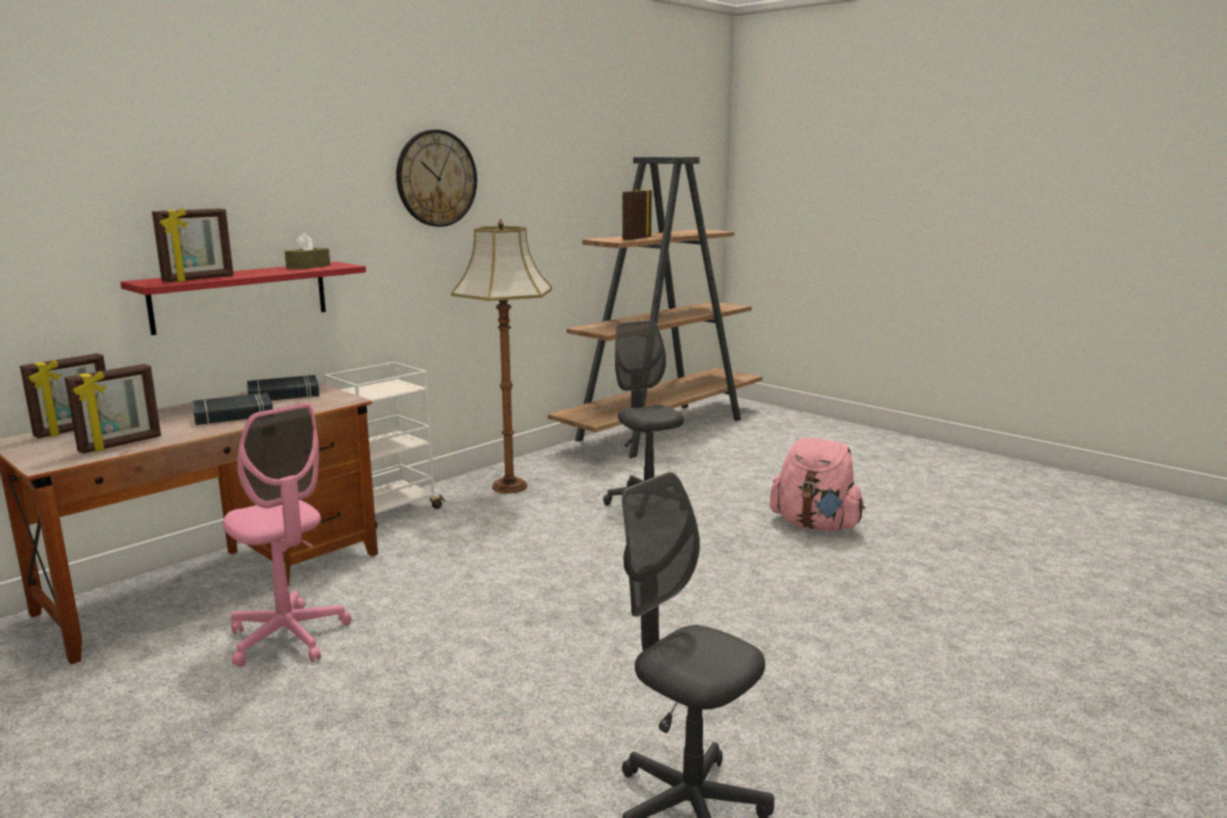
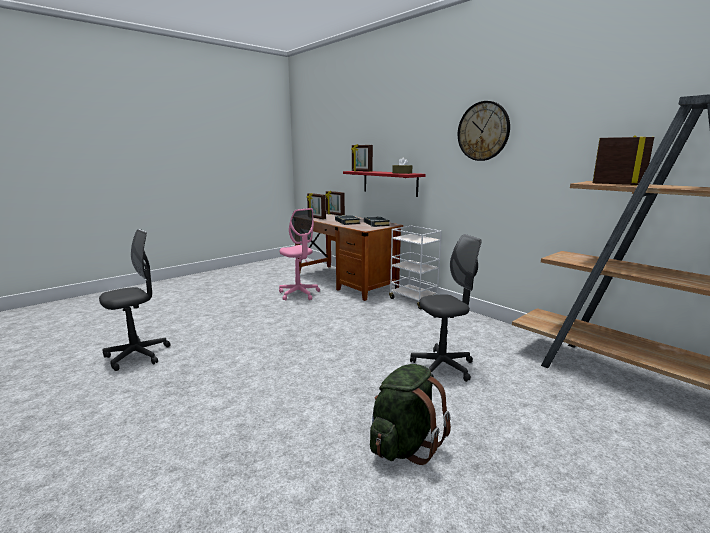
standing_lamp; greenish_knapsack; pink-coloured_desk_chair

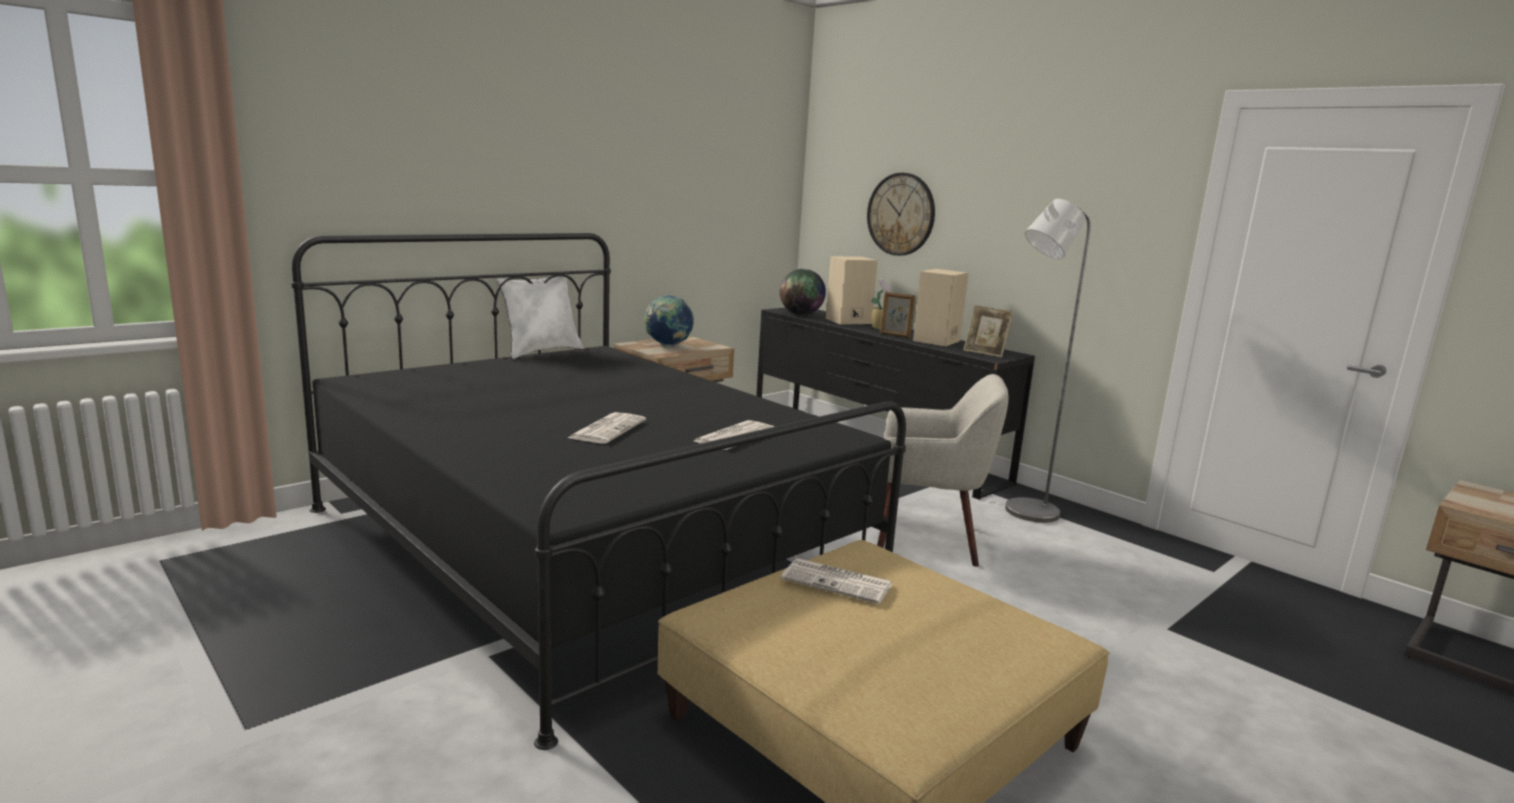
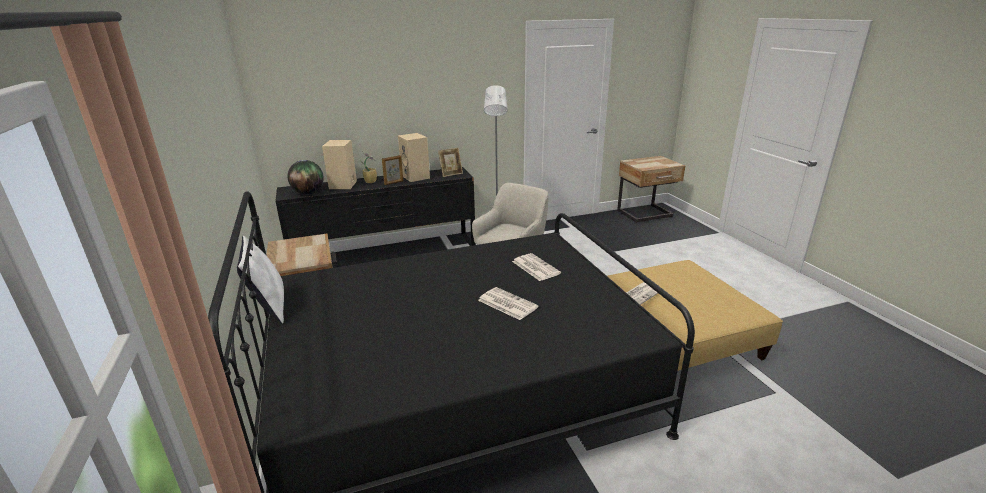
world_globe (no. 1 from left in the first image); wall_clock

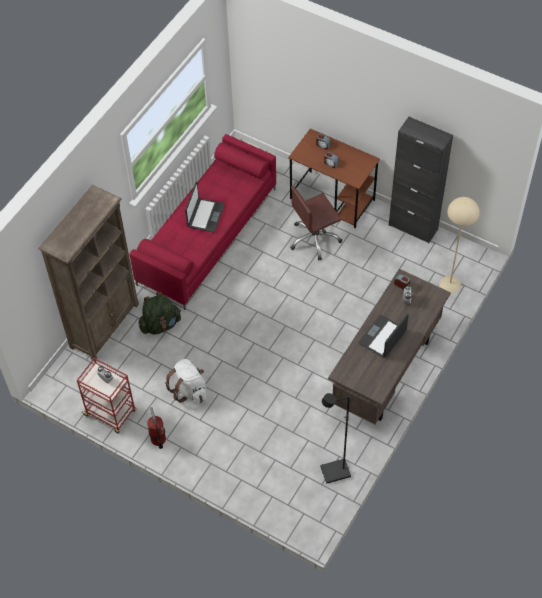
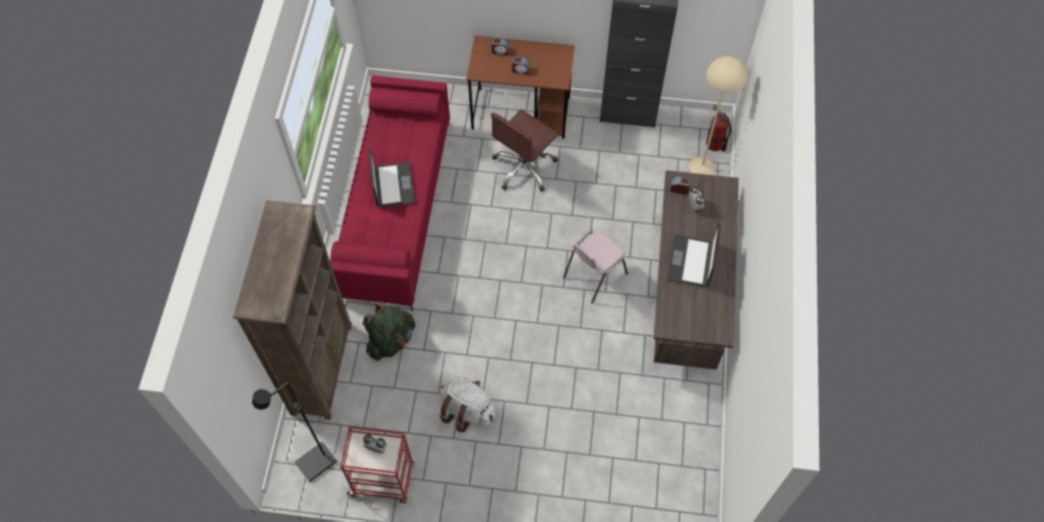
pink-coloured_plain_chair; fire-fighting_cylinder; black_standing_lamp

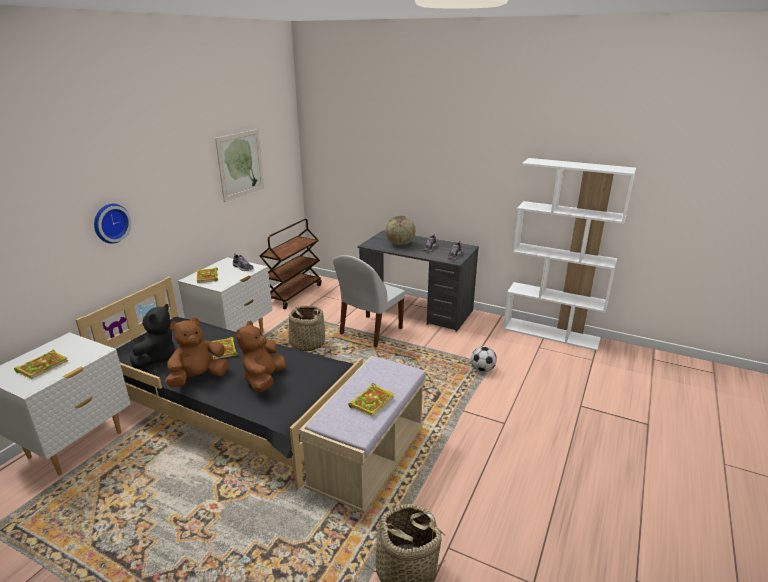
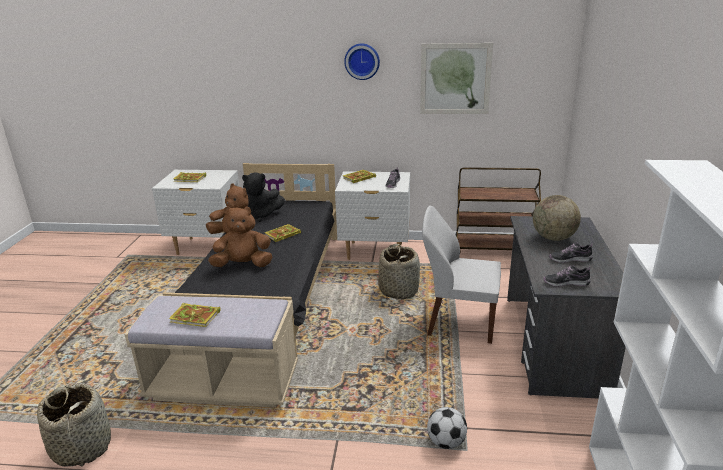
wall_clock

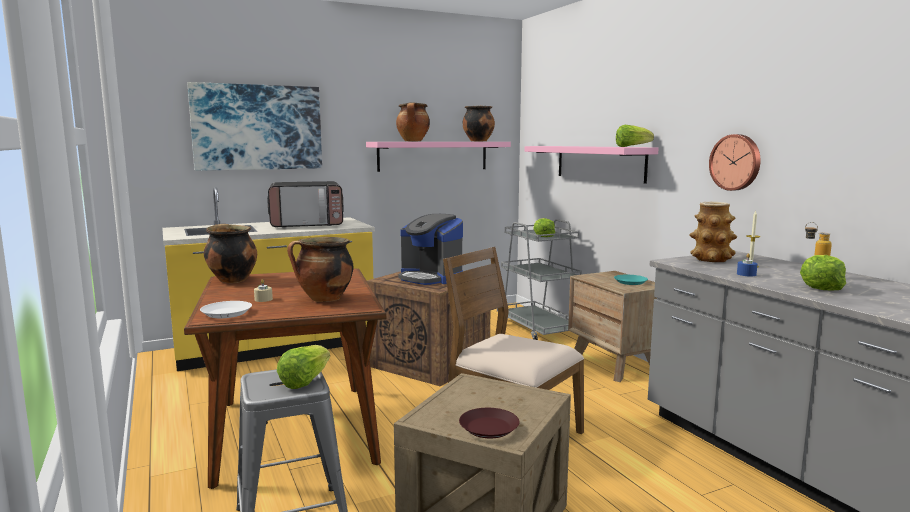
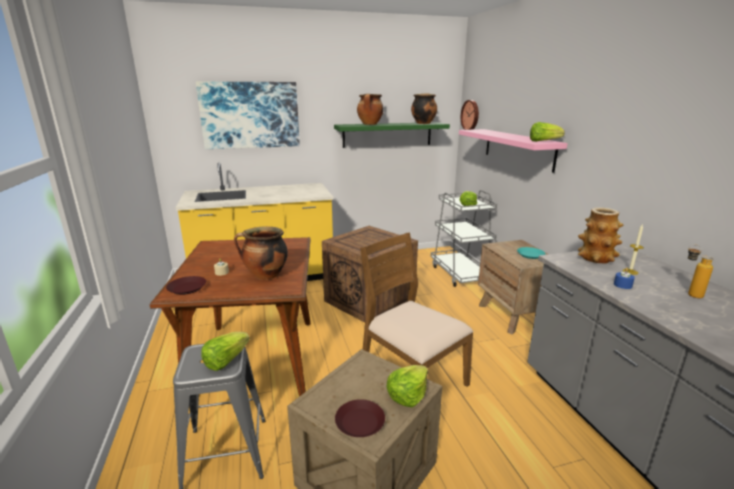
stockpot (no. 1 from left in the first image); microwave; coffee_machine; wall_clock; lettuce_head (no. 2 from left); brownish_plate (no. 1 from left); greenish_bracket_shelf

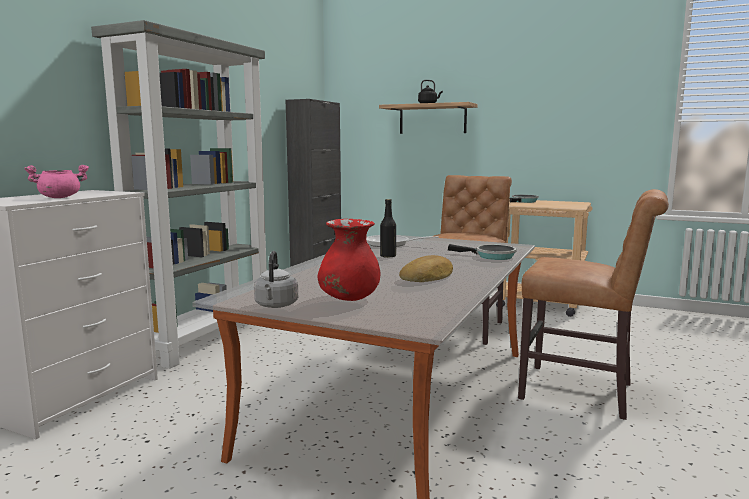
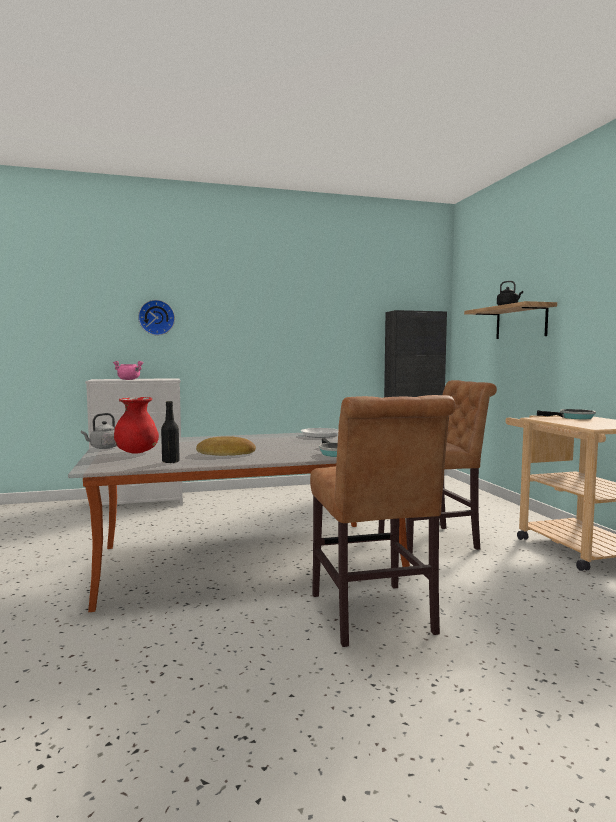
gray_shelving_unit; wall_clock; black_bottle

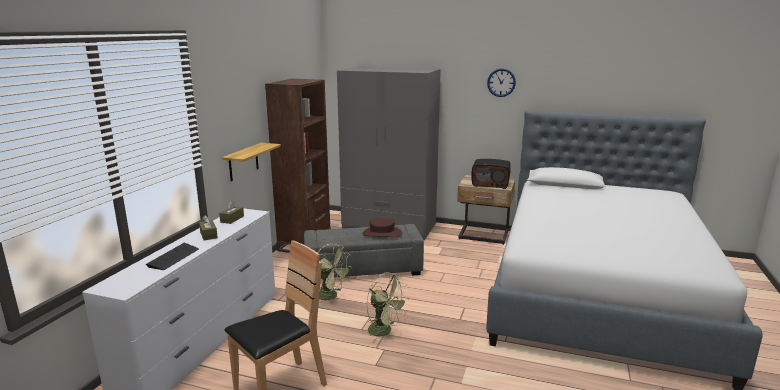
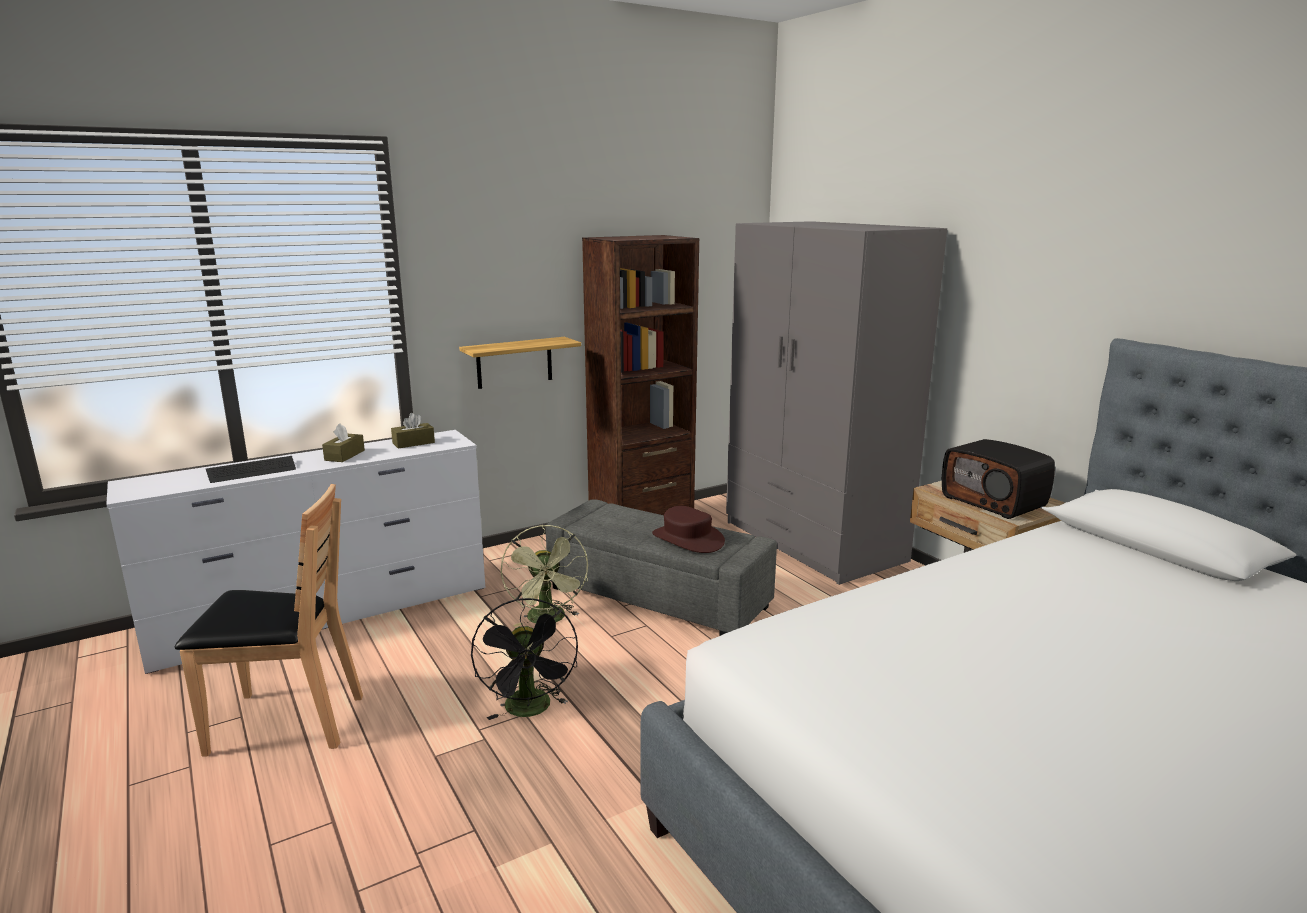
wall_clock; black_fan

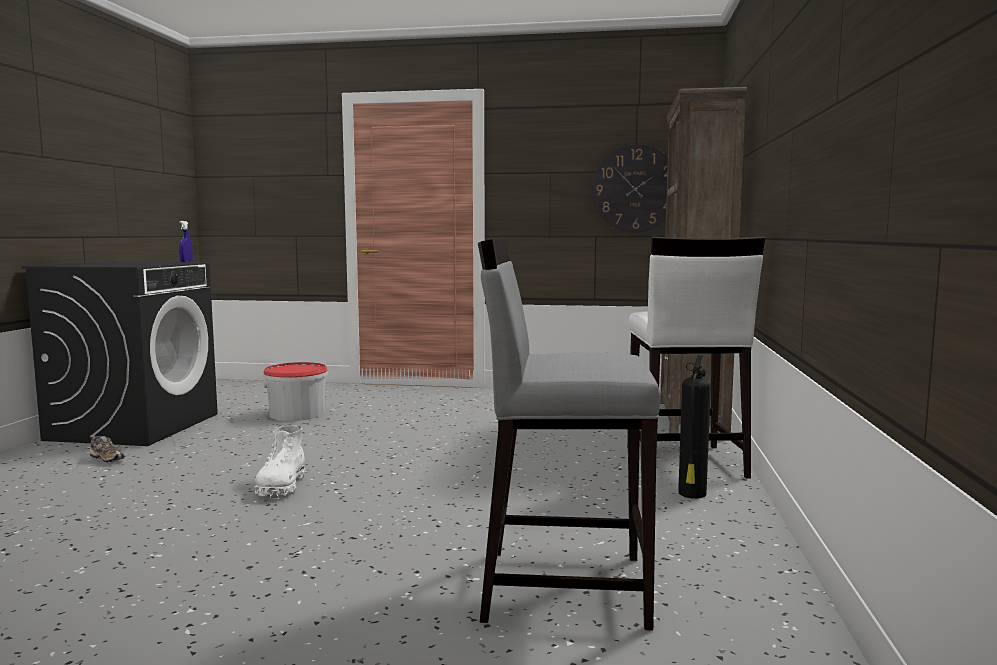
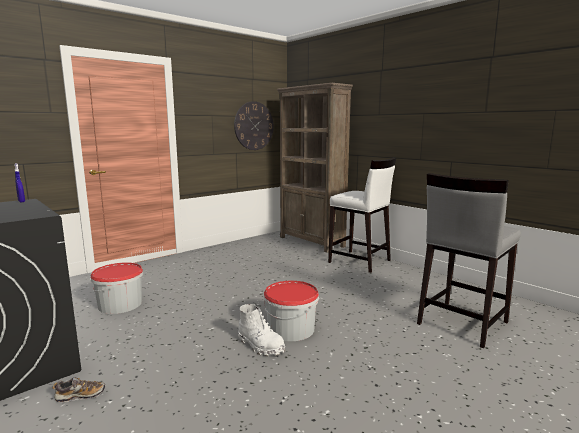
fire-fighting_cylinder; pail (no. 2 from left)

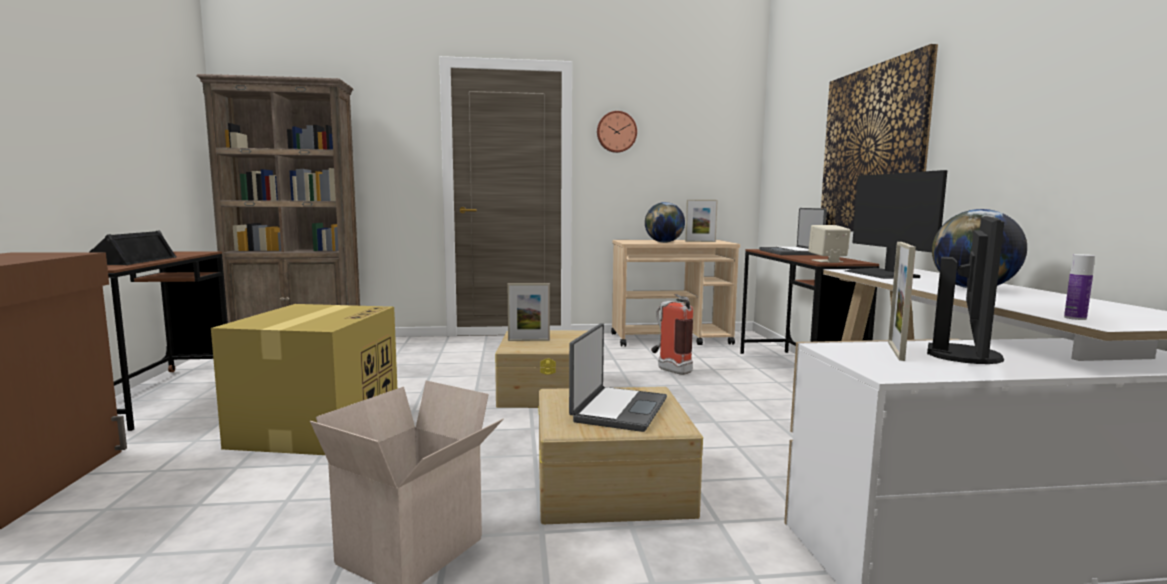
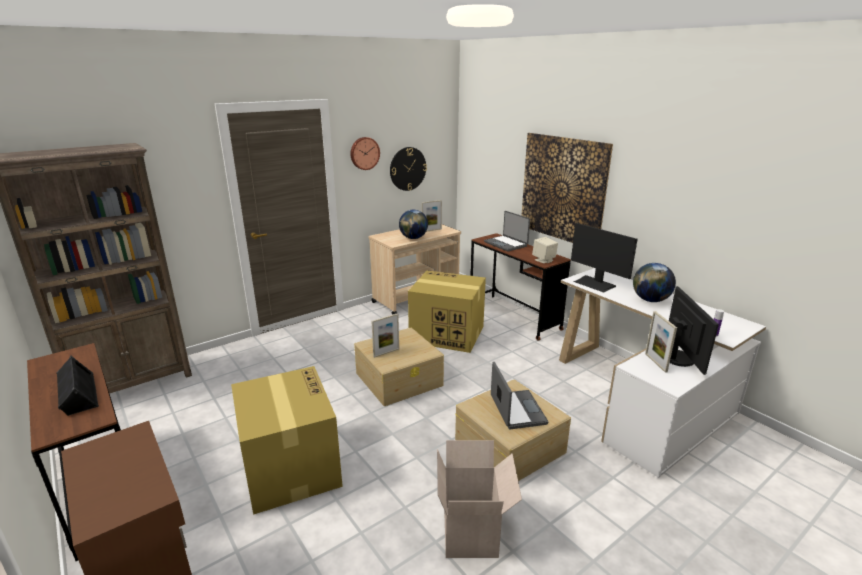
wall_clock (no. 2 from left); packing_box (no. 2 from left)

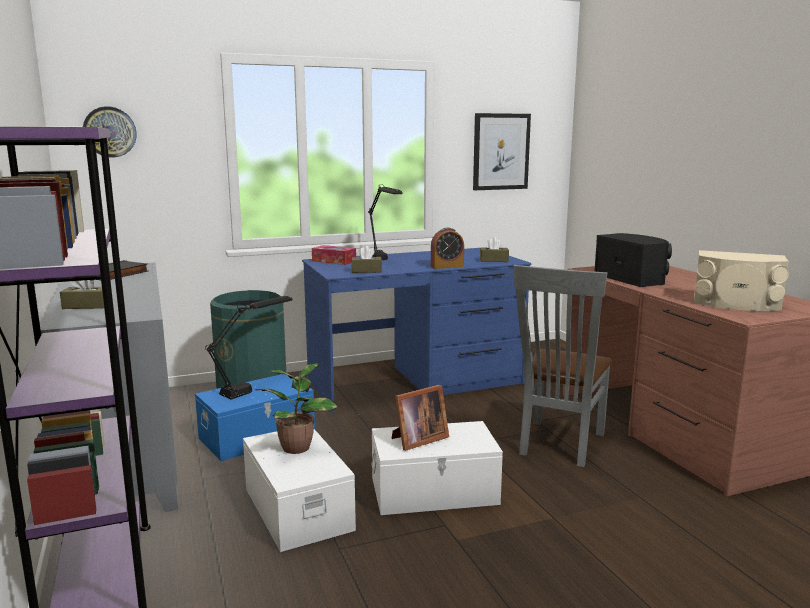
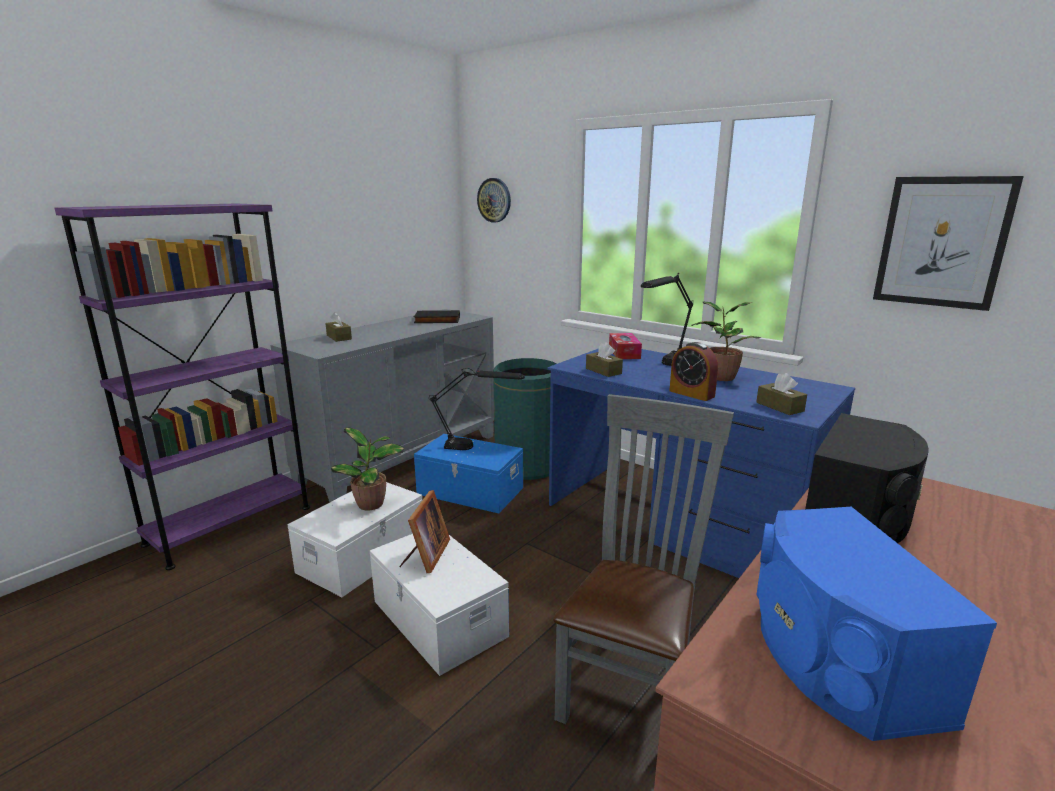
houseplant (no. 2 from left); blue-coloured_audio_speaker; photo_frame; gray_plain_chair

